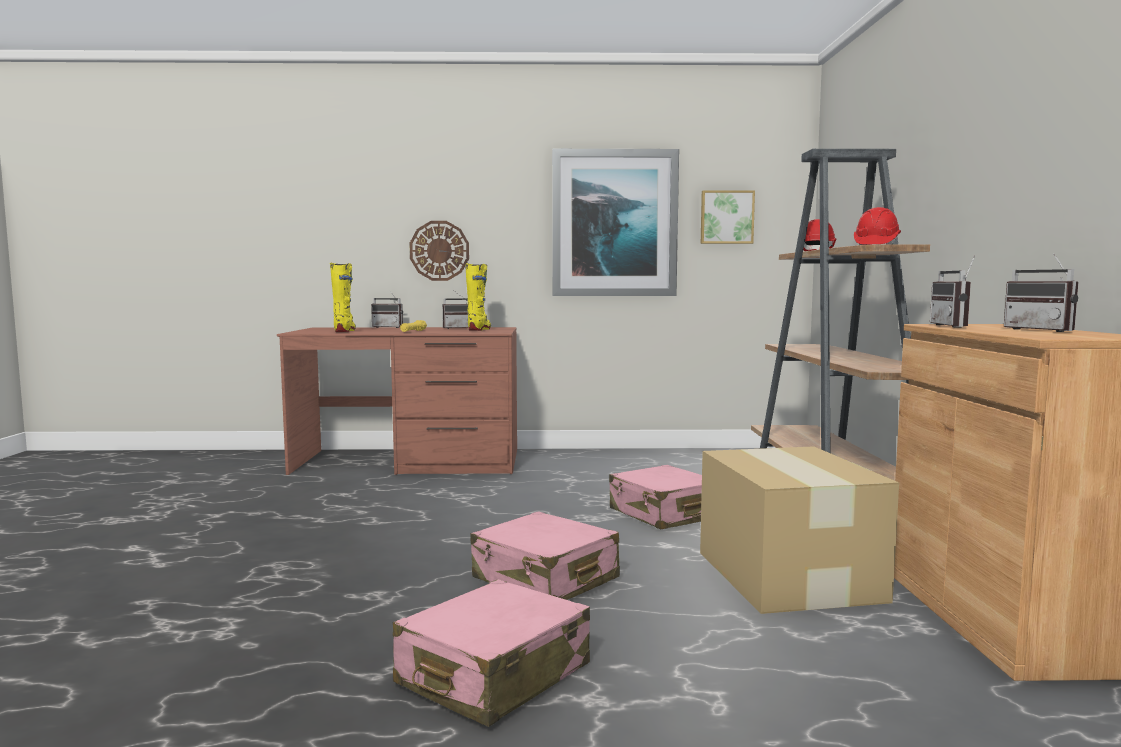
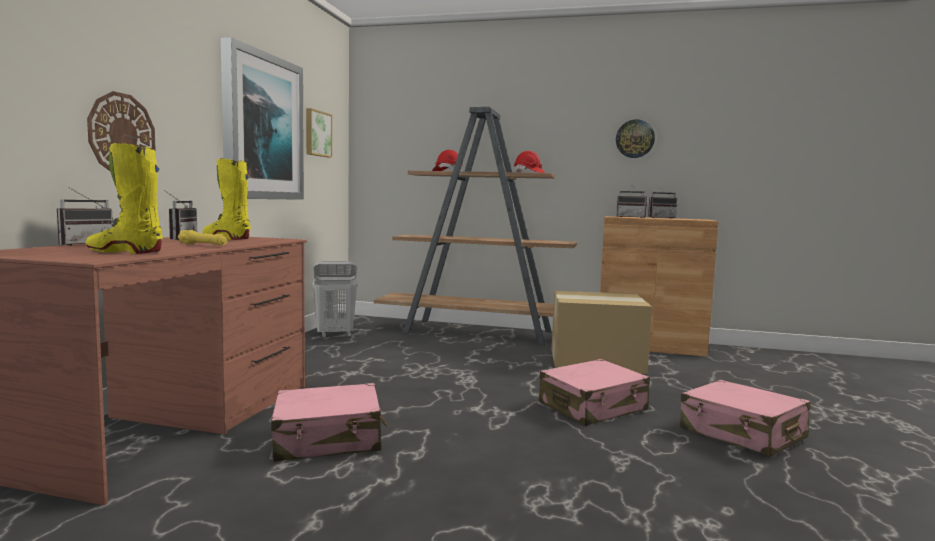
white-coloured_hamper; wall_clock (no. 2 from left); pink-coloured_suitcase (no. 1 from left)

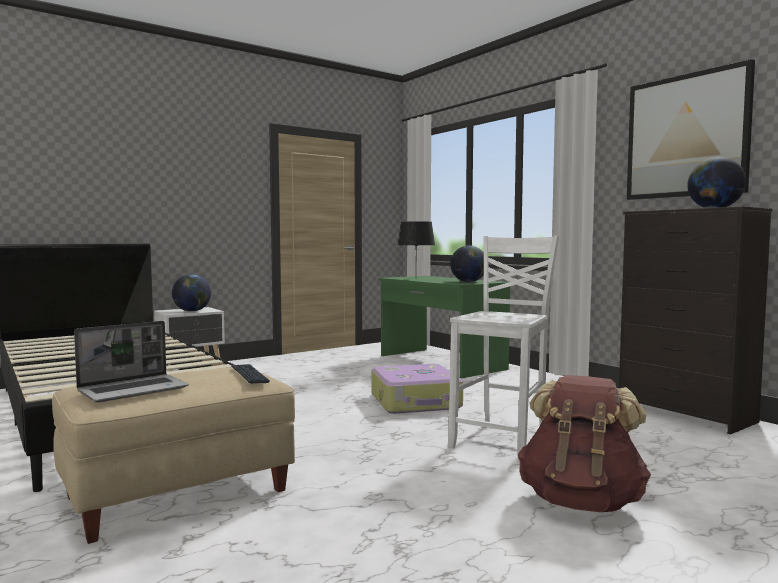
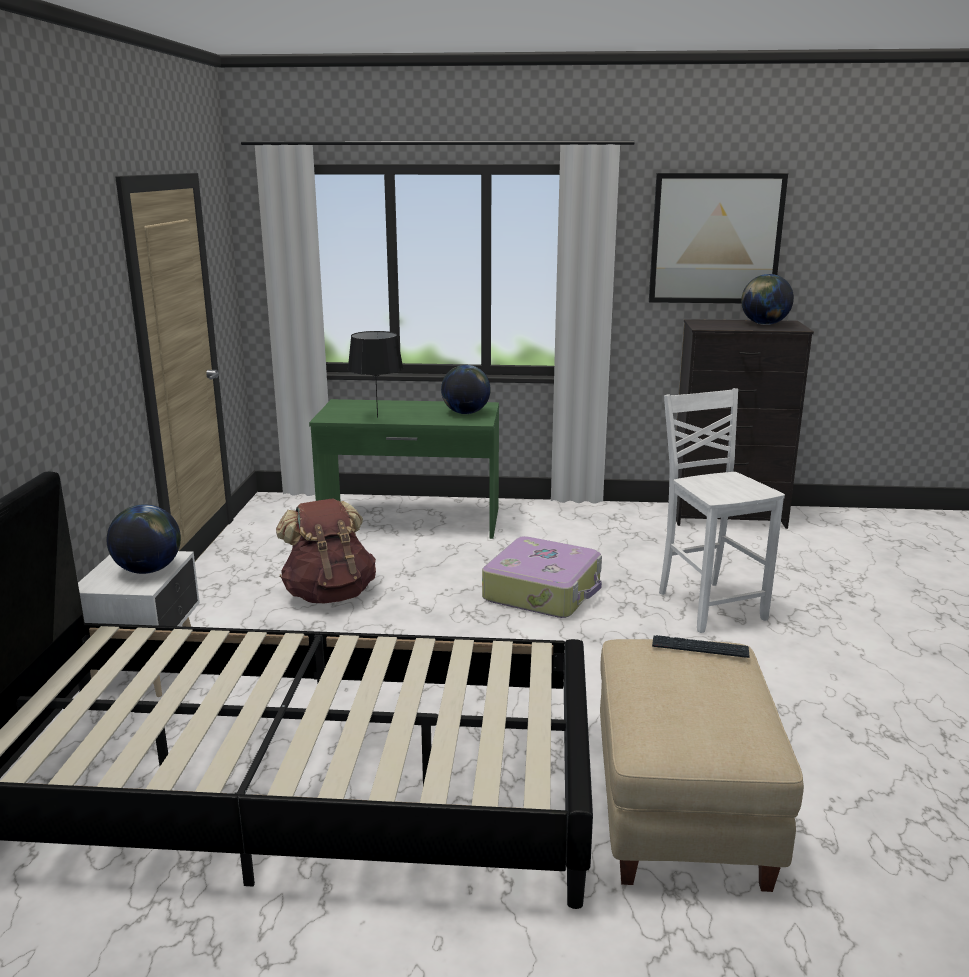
portable_computer; brownish_knapsack

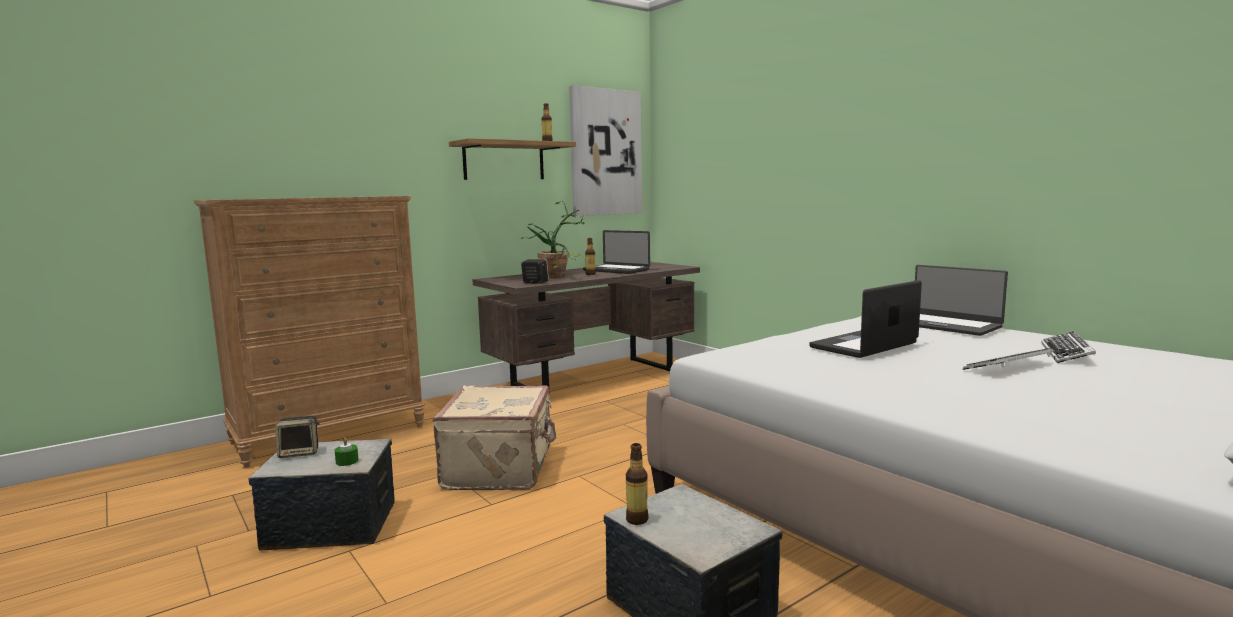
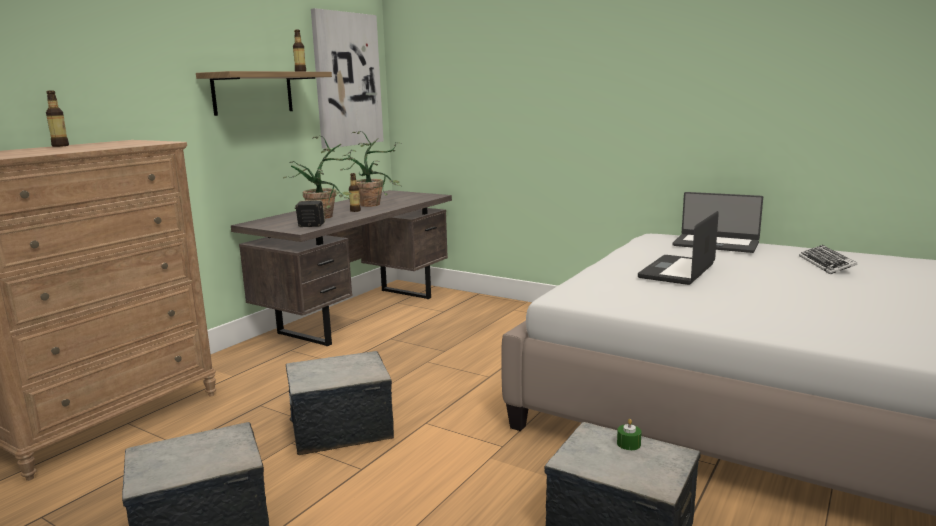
audio_speaker (no. 1 from left in the first image); PC_keyboard (no. 1 from left in the first image); greenish_wax_light; bottle (no. 1 from left); storage_container (no. 2 from left); houseplant (no. 2 from left)

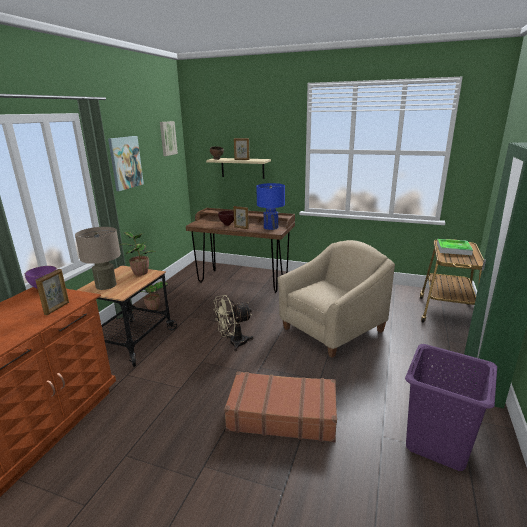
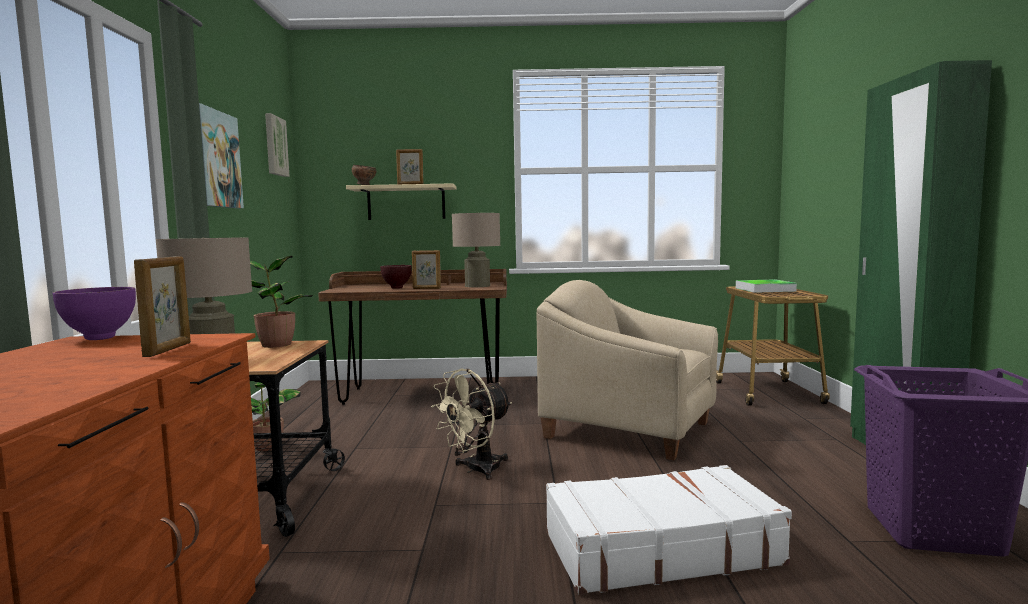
white-coloured_suitcase; sand-coloured_lamp_for_a_table (no. 2 from left); sand-coloured_lounge_chair

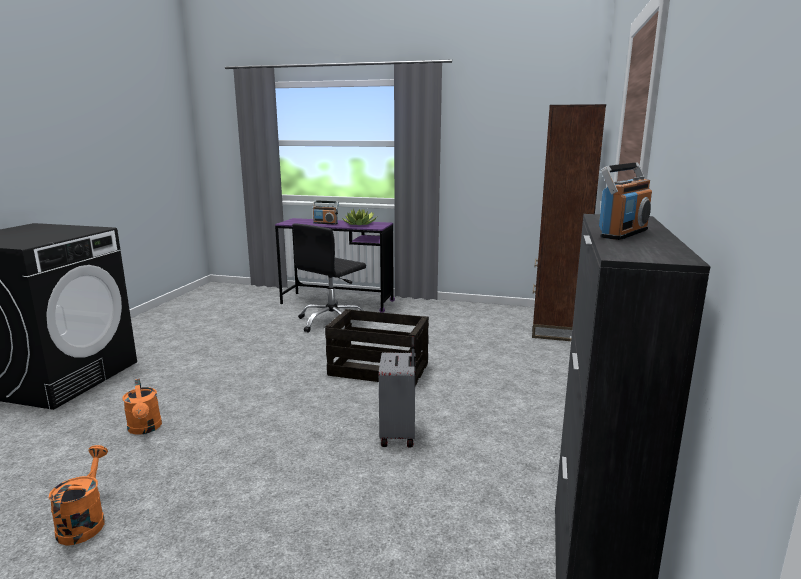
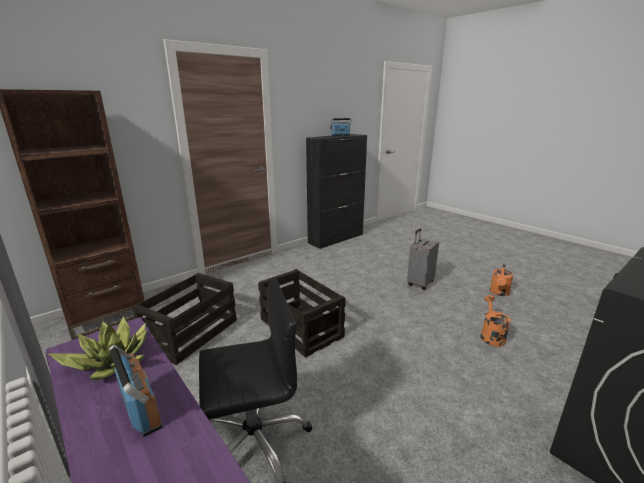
shipping_crate (no. 1 from left); gray_suitcase

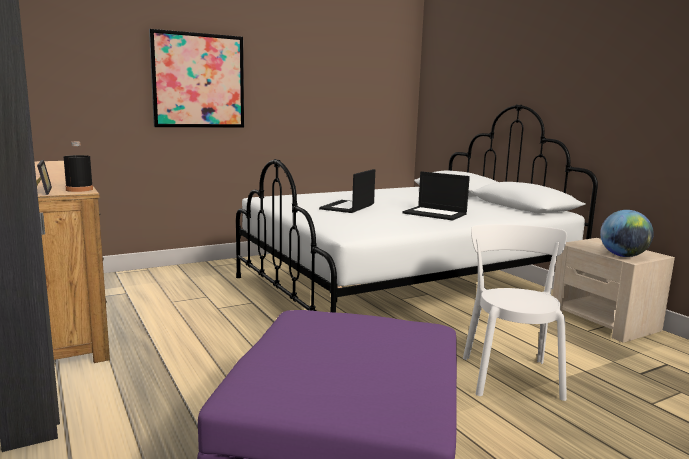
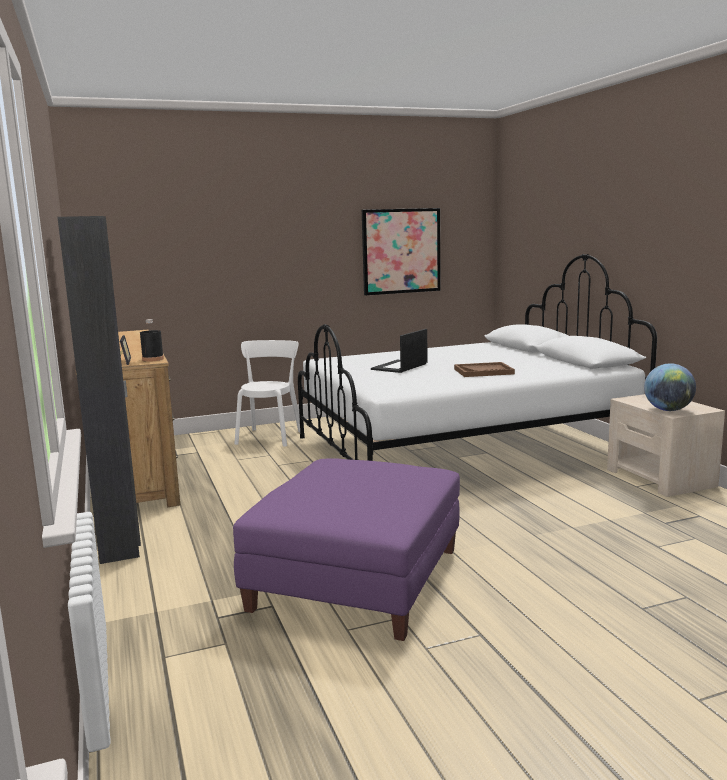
wall_art; white-coloured_plain_chair; brownish_carrying_tray

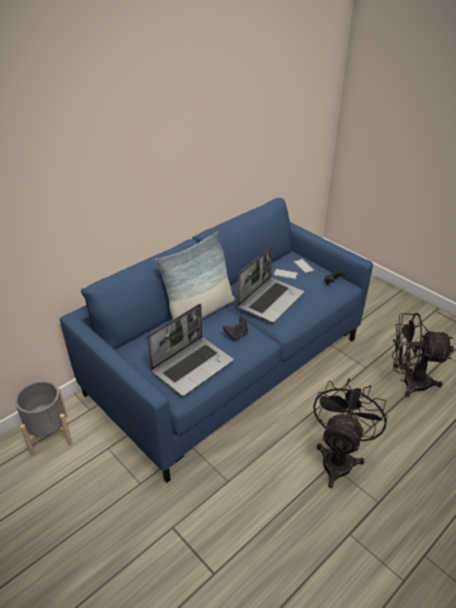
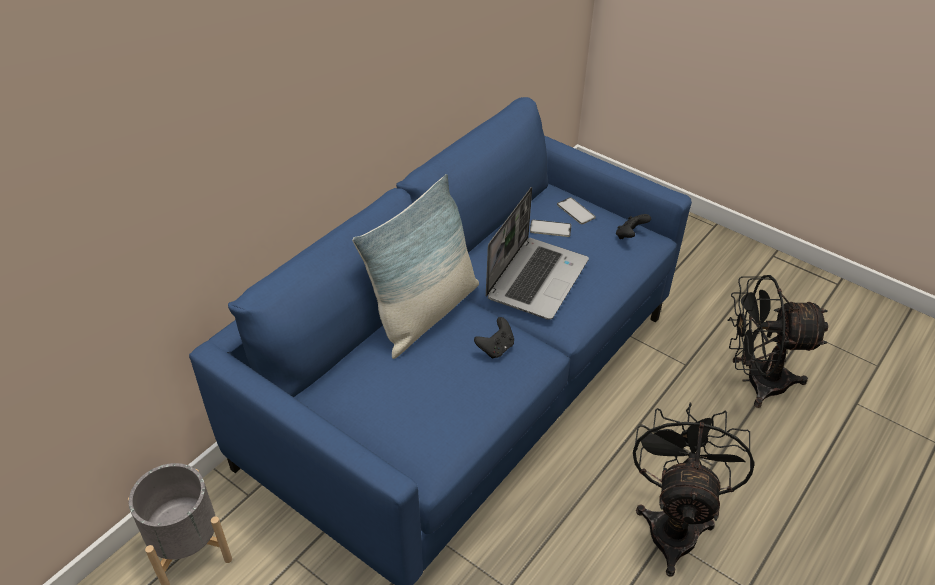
portable_computer (no. 1 from left in the first image)

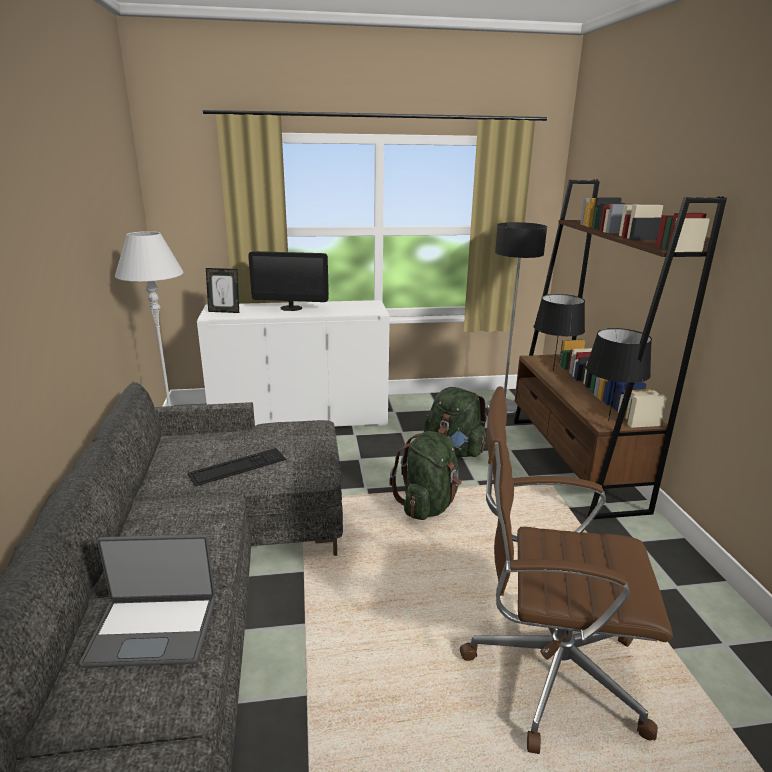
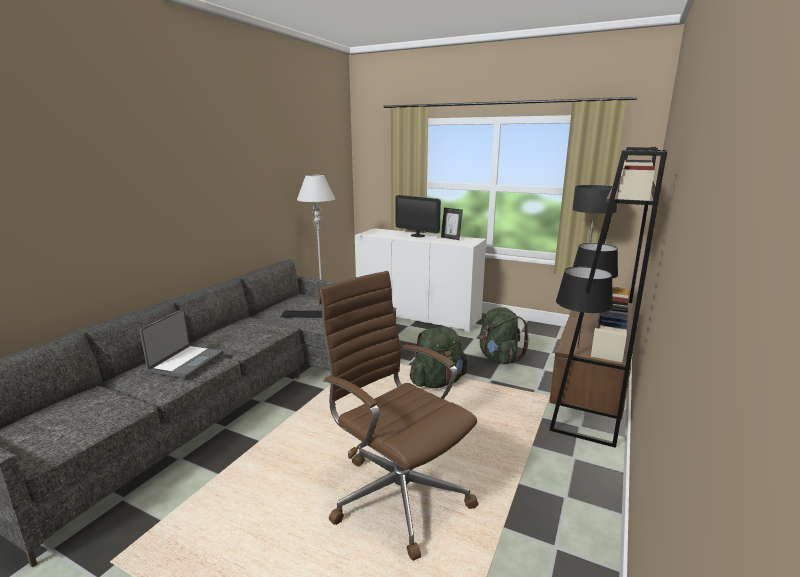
photo_frame; portable_computer

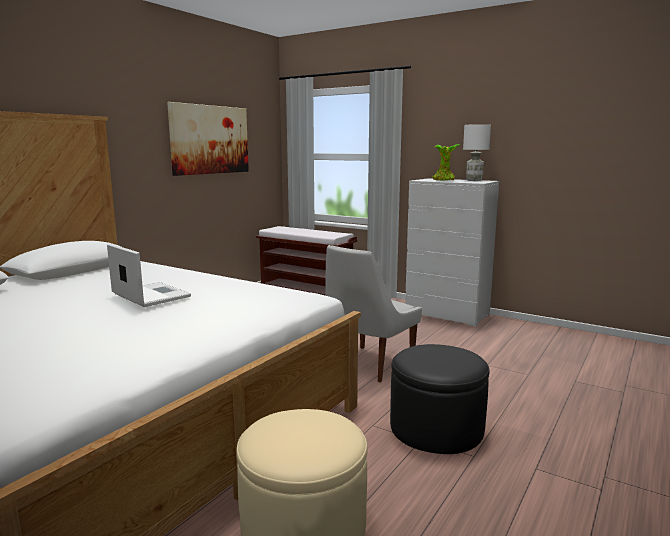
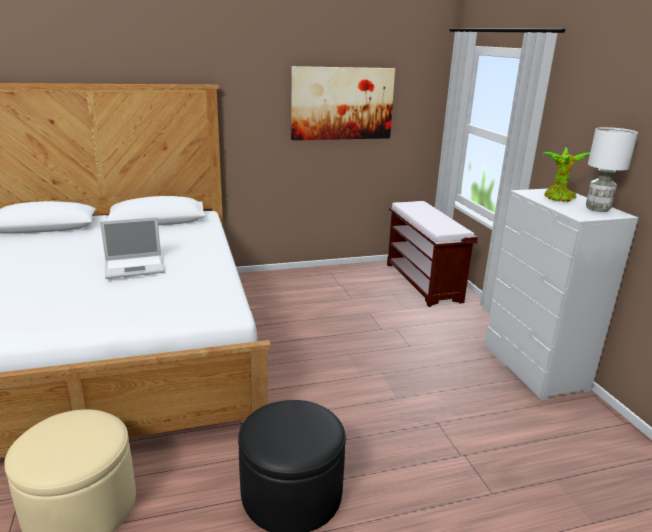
white-coloured_plain_chair; portable_computer

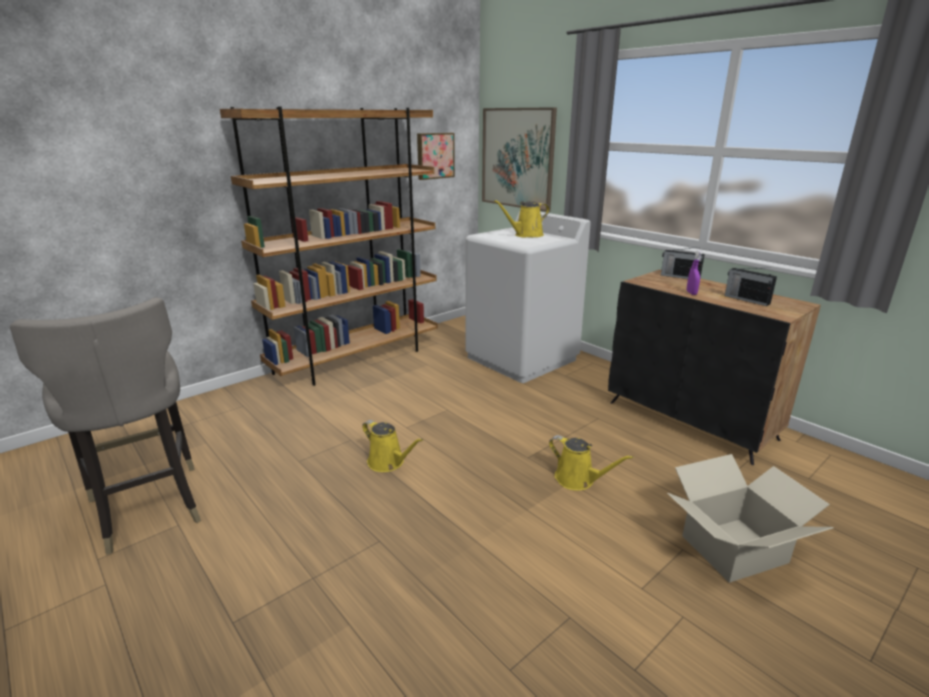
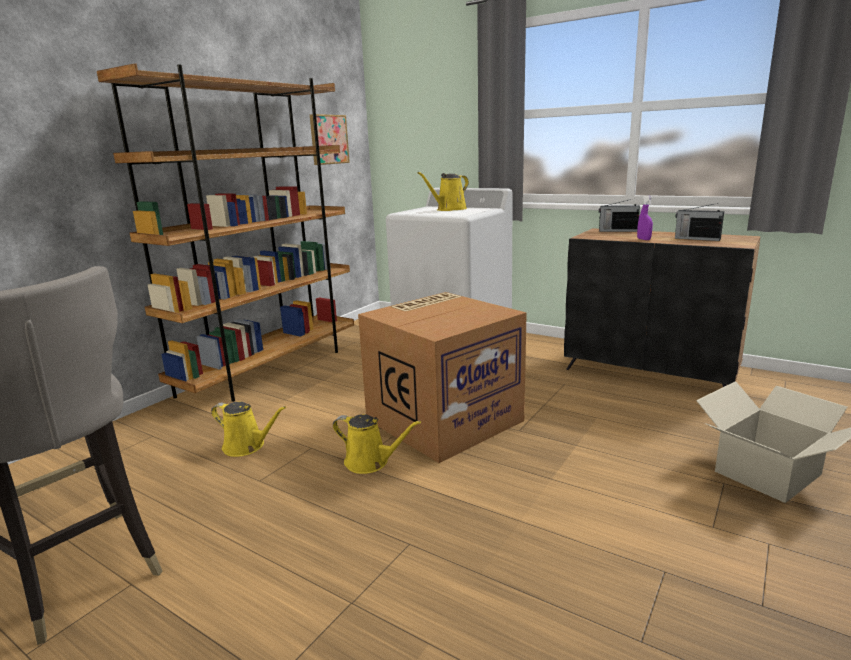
wall_art (no. 2 from left in the first image); packing_box (no. 1 from left); yellow_sprinkling_can (no. 1 from left)

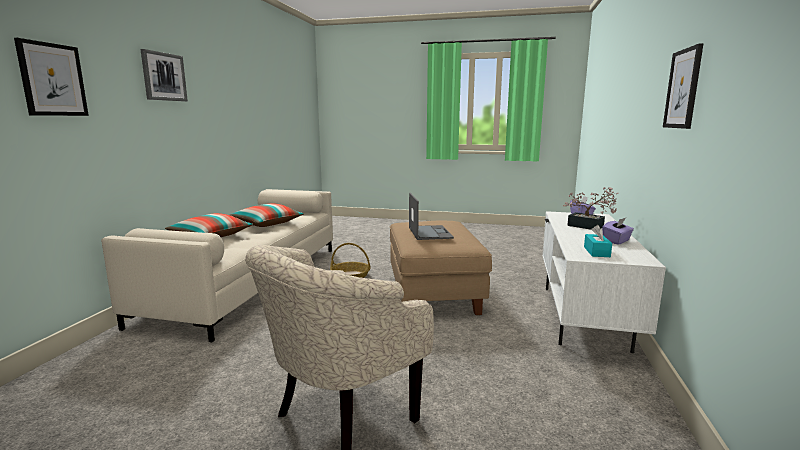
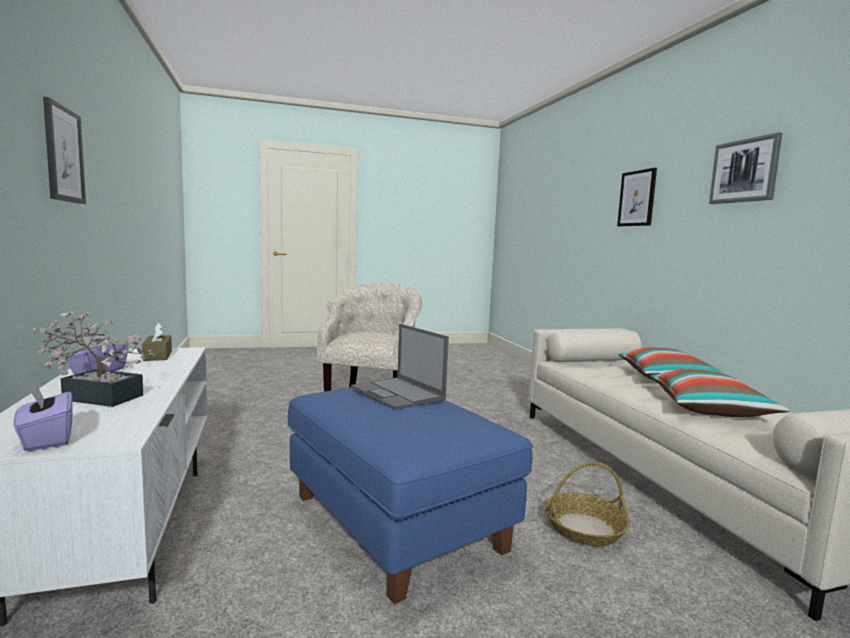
blue-coloured_footrest; brownish_tissue_holder

